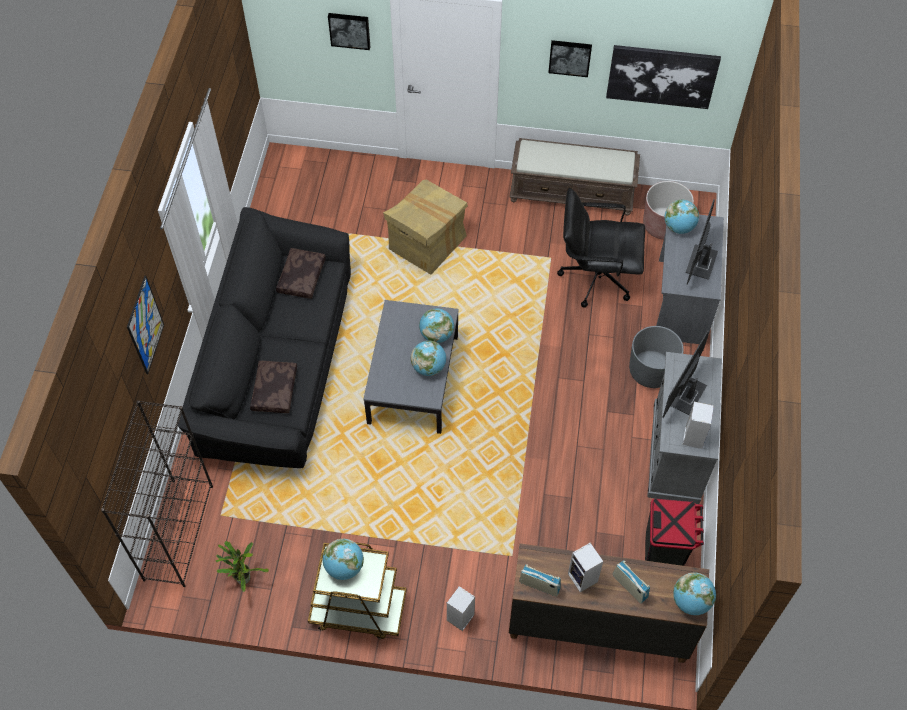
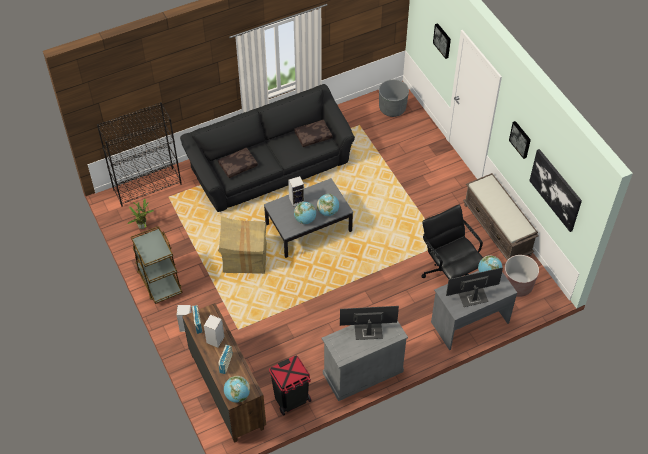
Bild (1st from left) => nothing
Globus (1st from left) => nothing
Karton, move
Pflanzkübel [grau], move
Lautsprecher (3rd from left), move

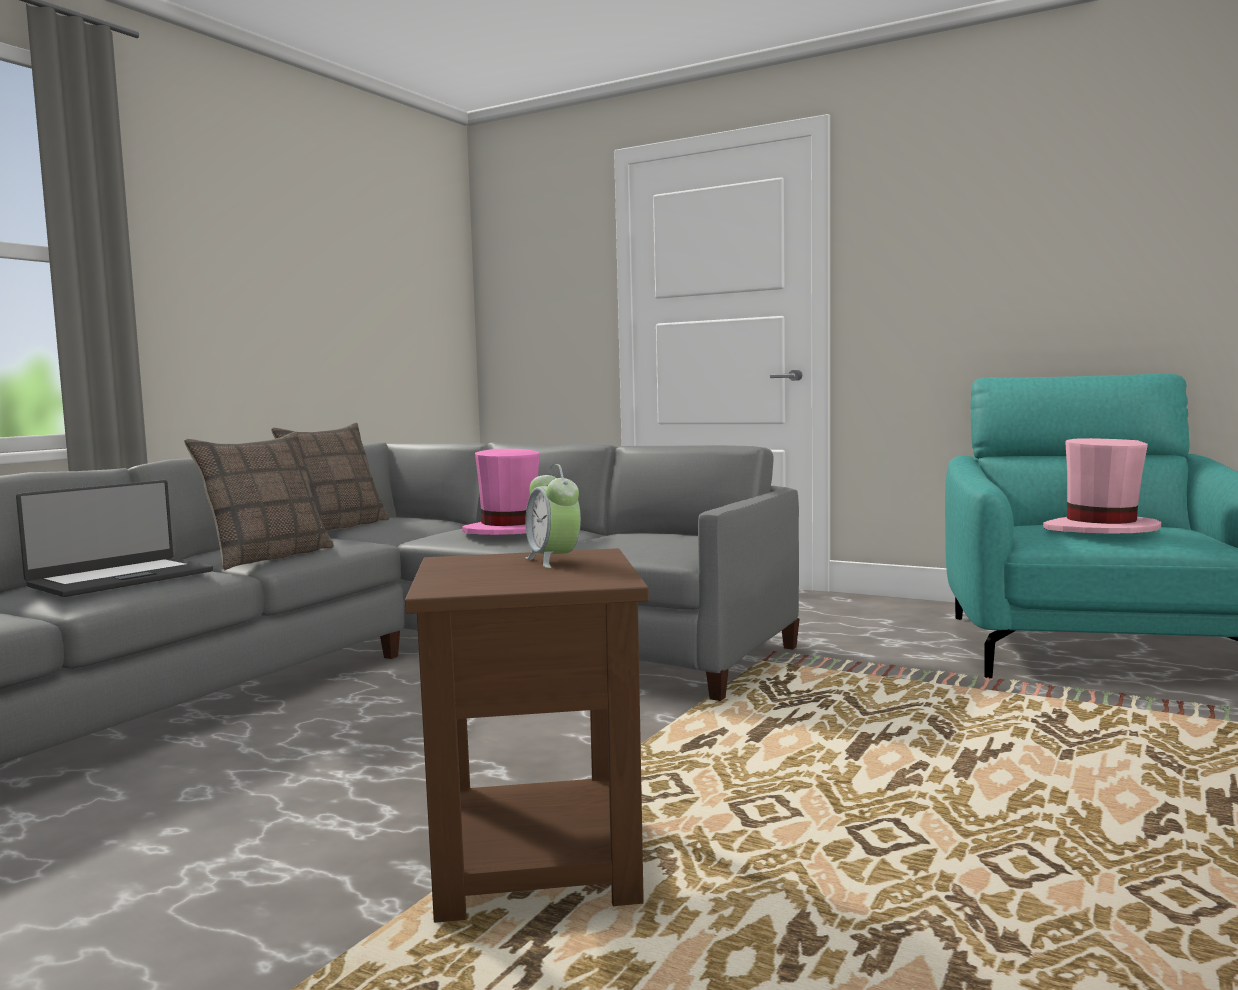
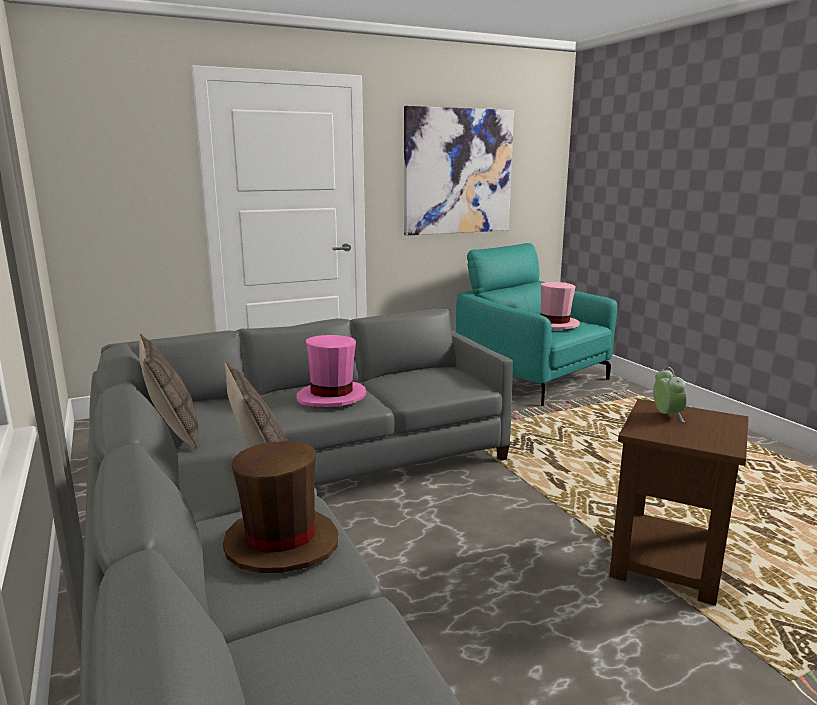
nothing => Bild
Laptop => Hut [braun]
Wecker, 105 degrees counterclockwise

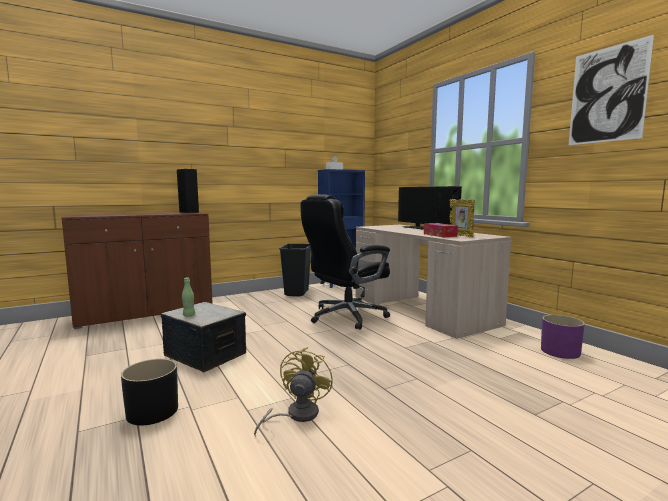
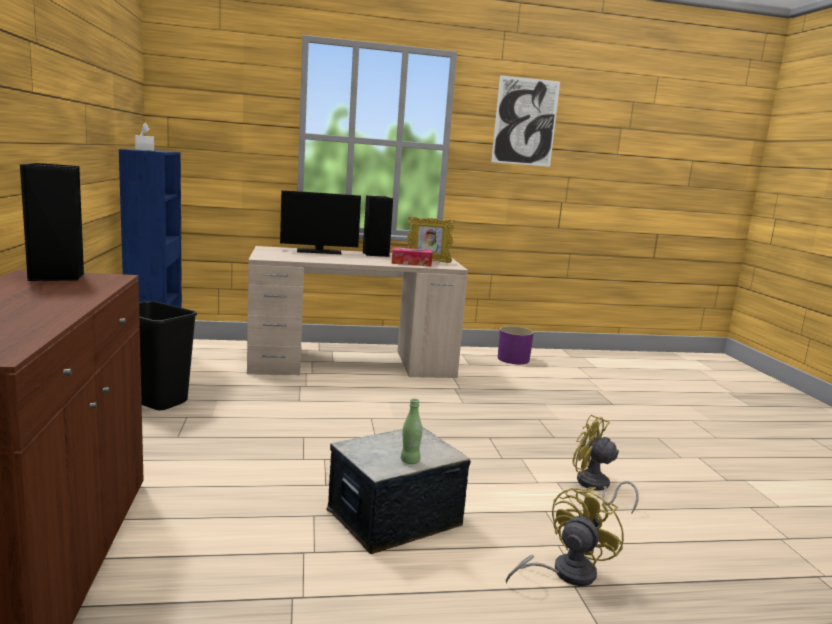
Bürostuhl [schwarz] => nothing
Pflanzkübel [schwarz] => Ventilator [gelb] (1st from left)

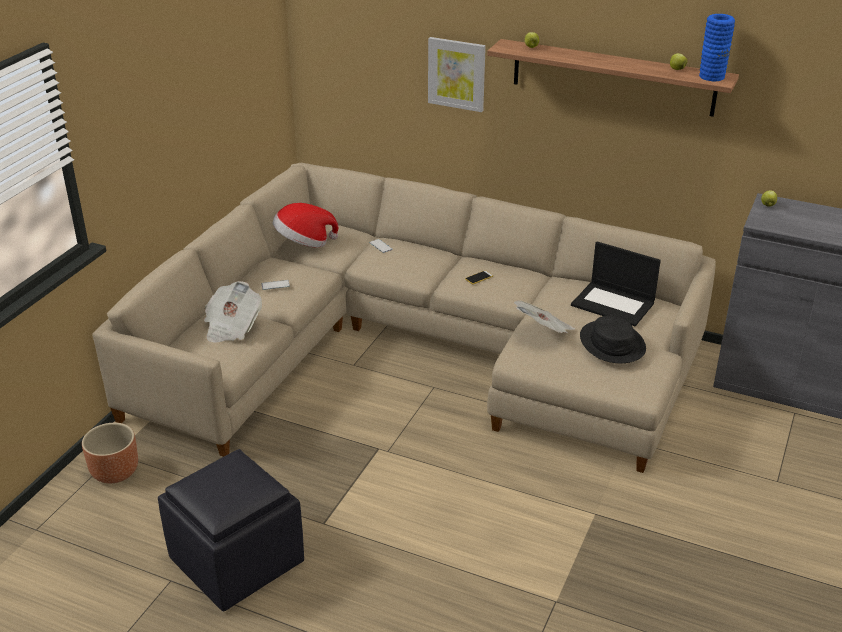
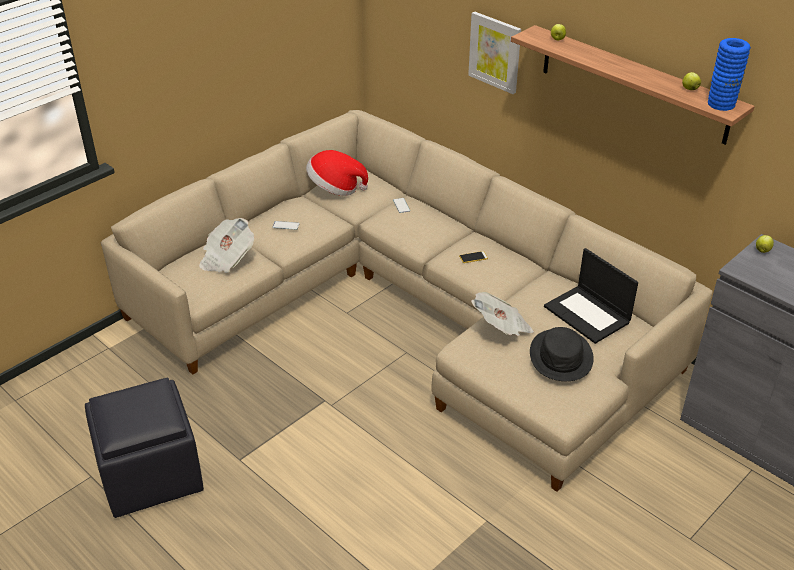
Pflanzkübel [braun] => nothing

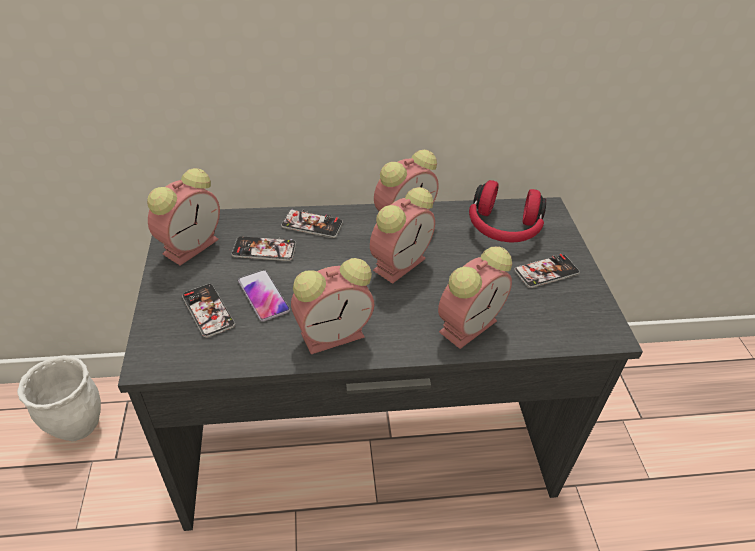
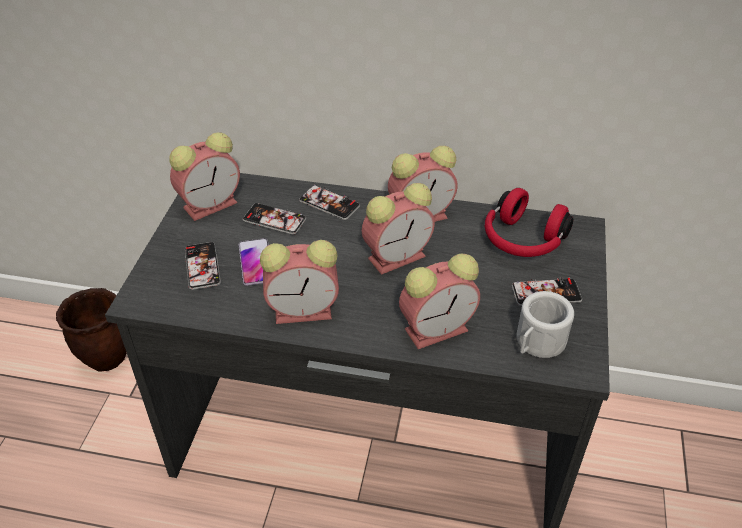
nothing => Henkelbecher [weiß]
Pflanzkübel [weiß] => Pflanzkübel [braun]

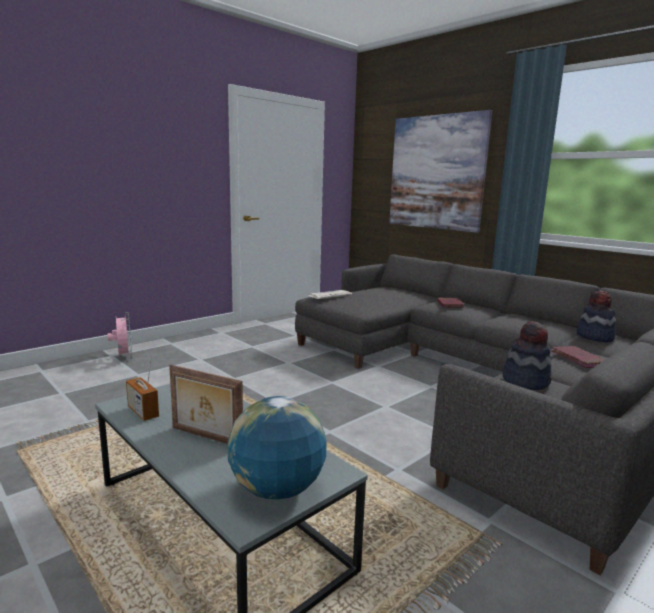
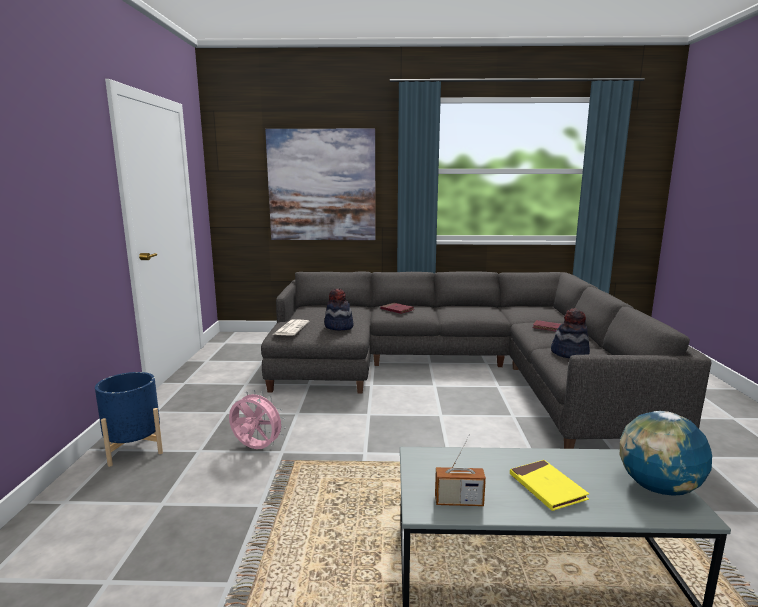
nothing => Pflanzkübel [blau]
Ventilator [rosa], move
Hut (2nd from left in the first image) => Hut (1st from left), move
Bilderrahmen => Buch [gelb]

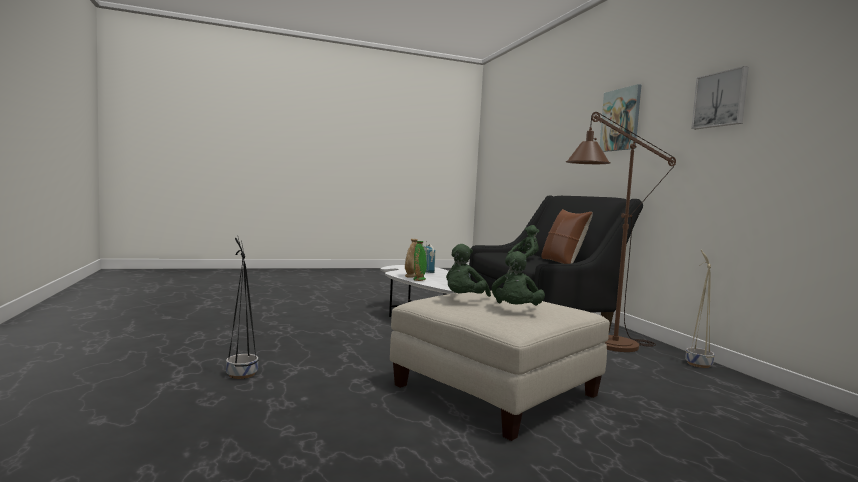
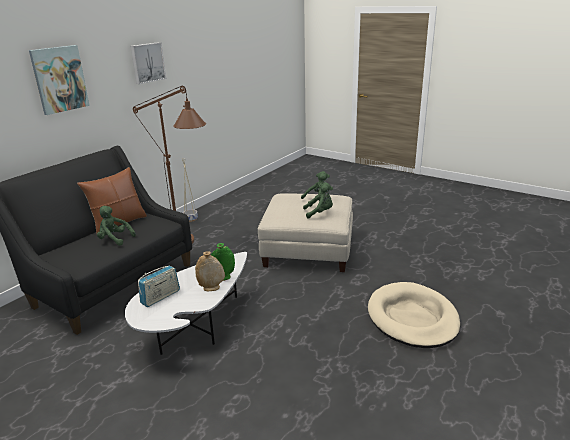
Pflanzkübel [schwarz] => Hundebett [beige]

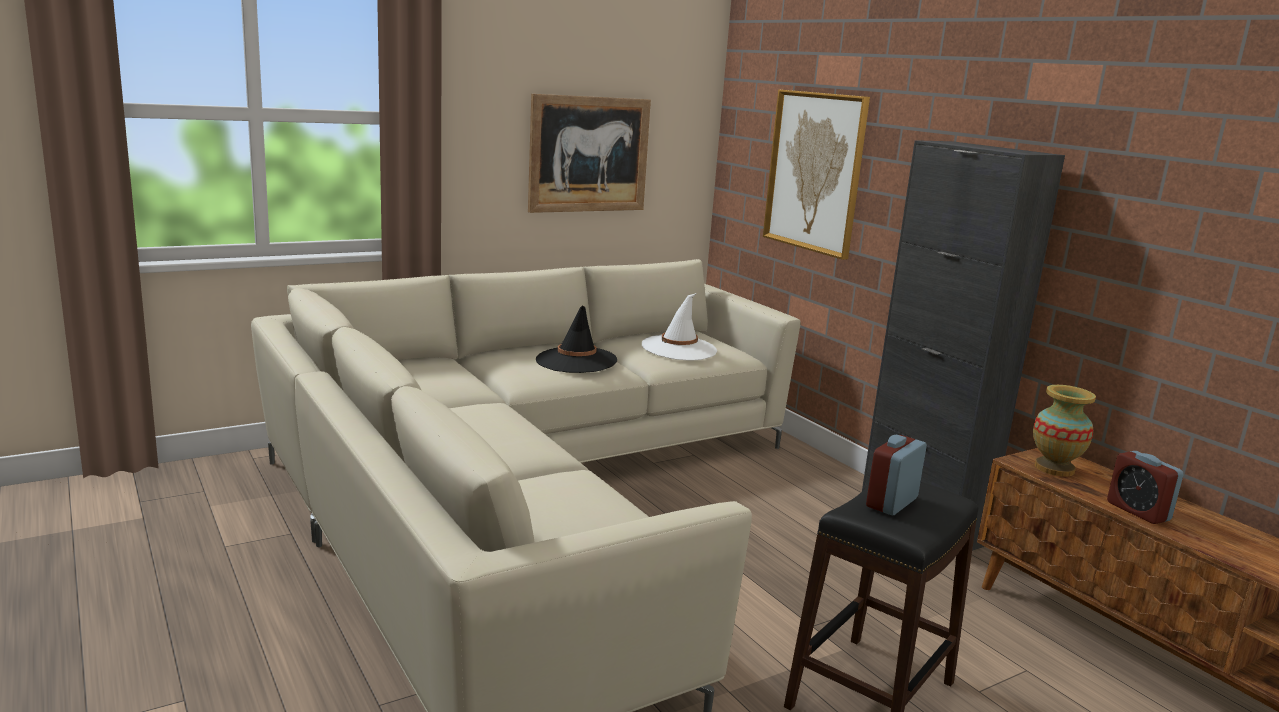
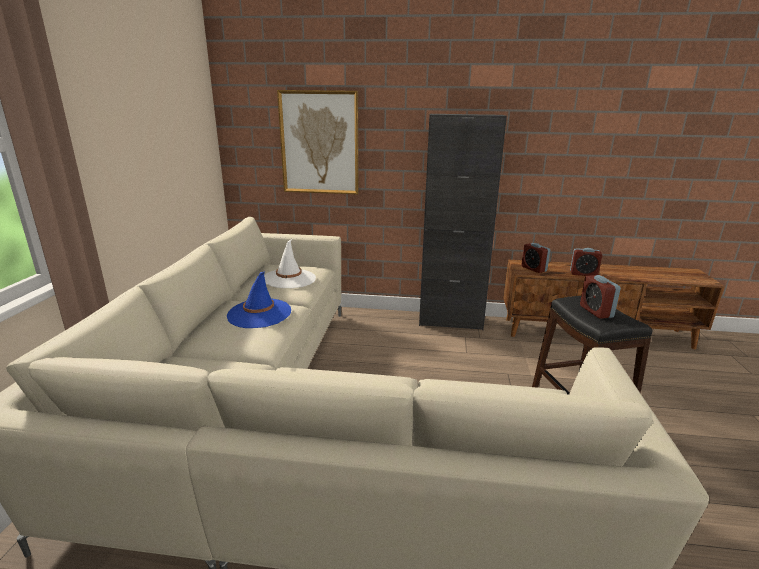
Bild (1st from left) => nothing
Vase => Wecker (1st from left)
Hut [schwarz] => Hut [blau]

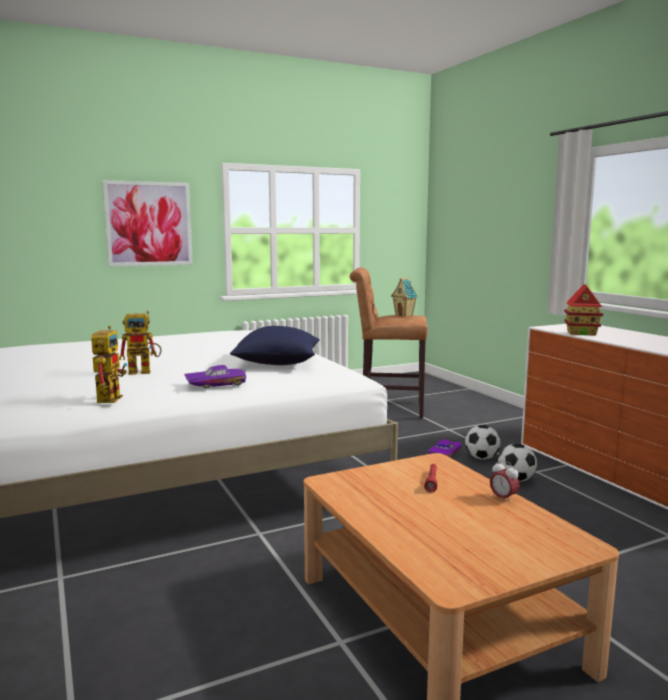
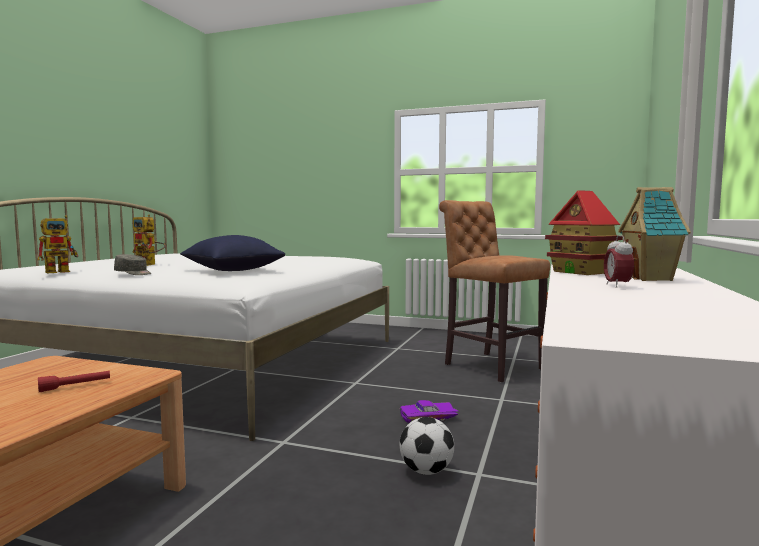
Bild => nothing
Fußball (1st from left) => nothing
Spielzeughaus (1st from left in the first image) => Spielzeughaus (2nd from left), move
Wecker, move
Spielzeugauto [lila] (1st from left) => Kappe [grau]

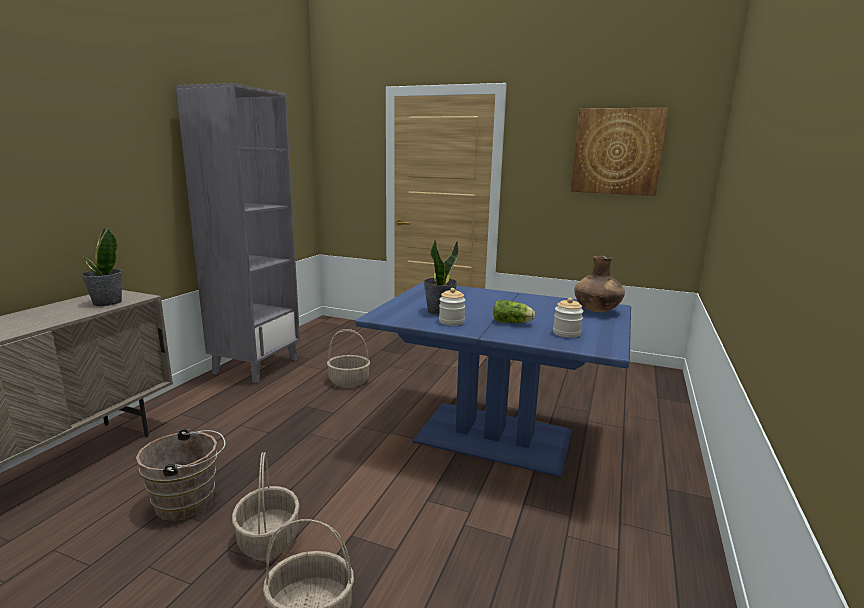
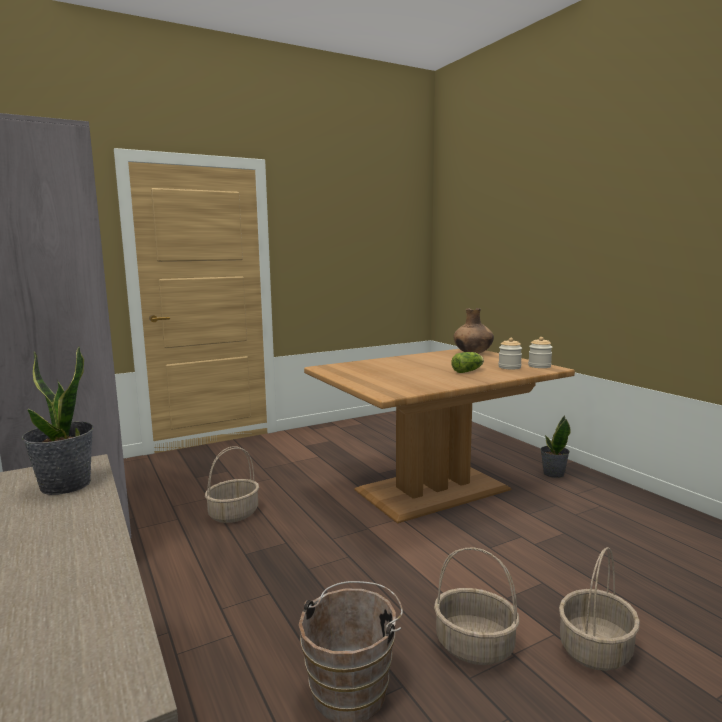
Bild => nothing
Topfpflanze (2nd from left), move
Vorratsglas (1st from left in the first image) => Vorratsglas (2nd from left), move
Esstisch [blau] => Esstisch [braun]

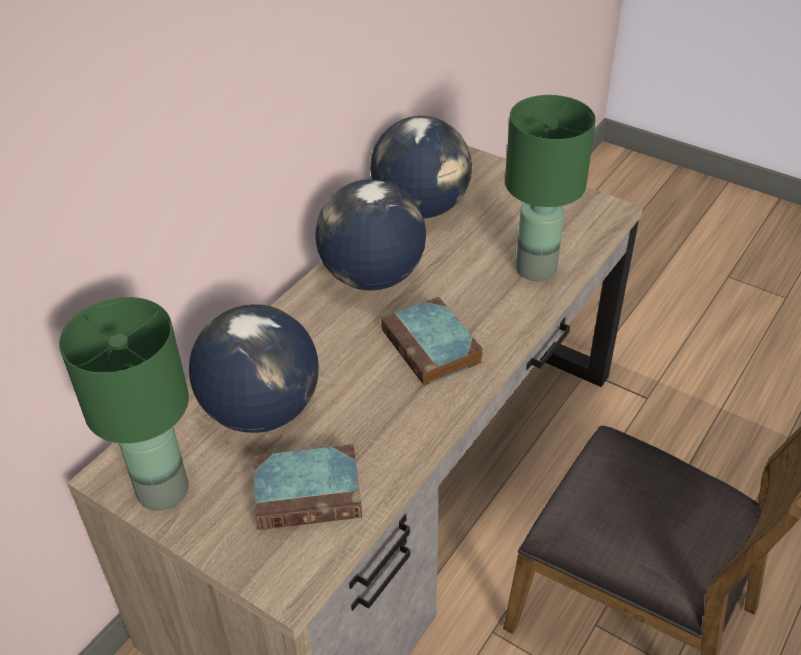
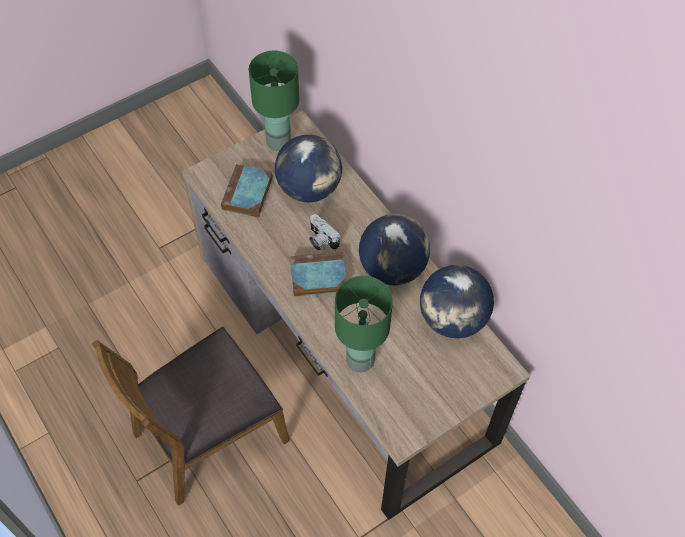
nothing => Kamera

